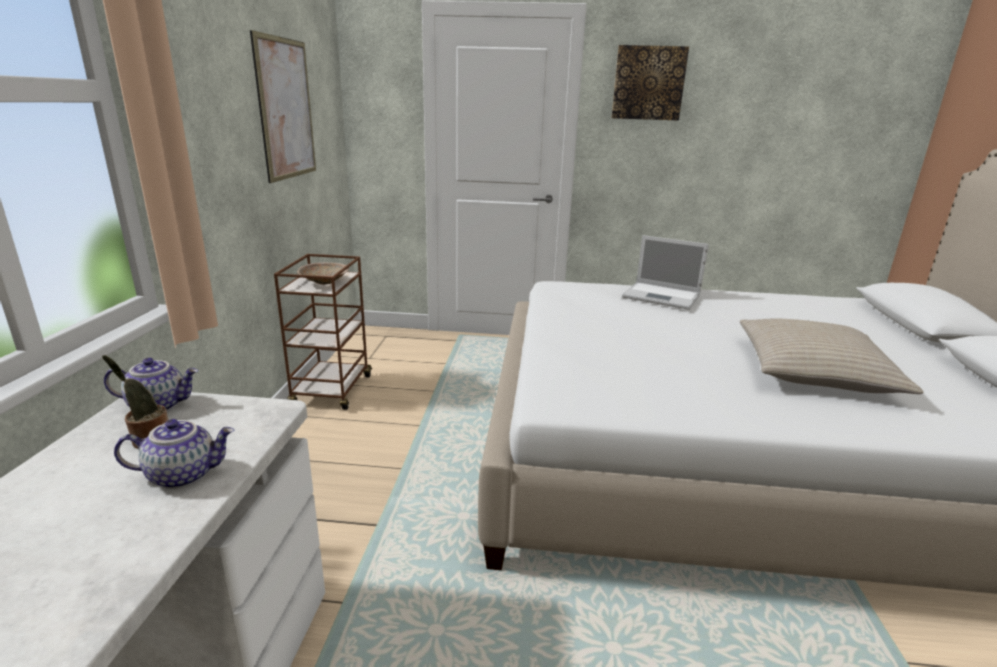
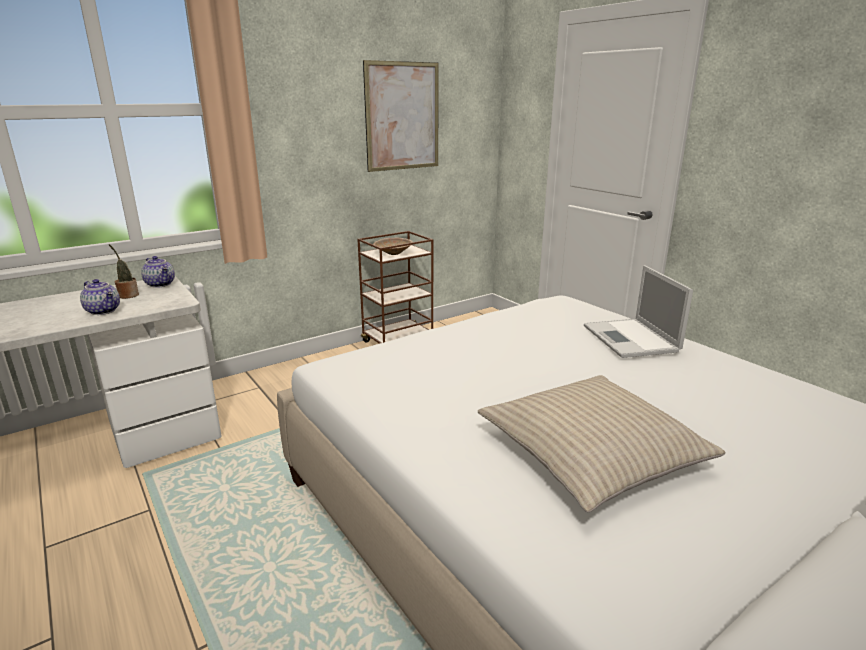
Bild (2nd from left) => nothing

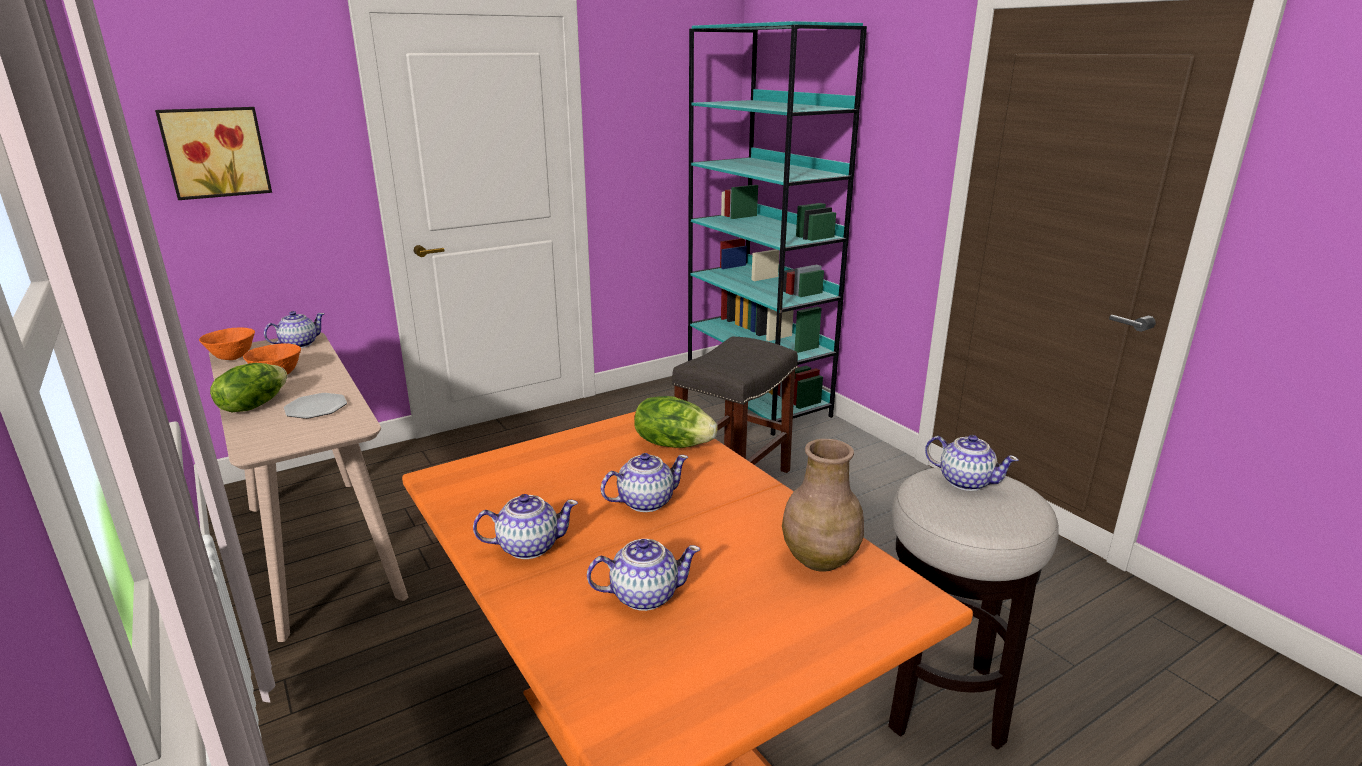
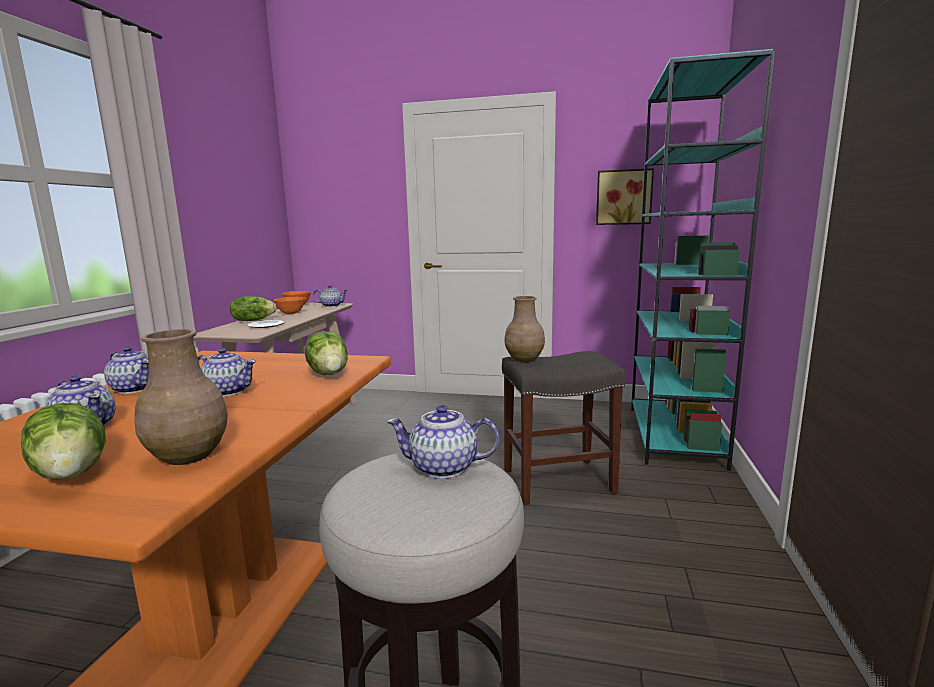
nothing => Salatkopf (1st from left)
nothing => Vase [braun] (2nd from left)
Bild, move
Teekanne (5th from left), 105 degrees clockwise

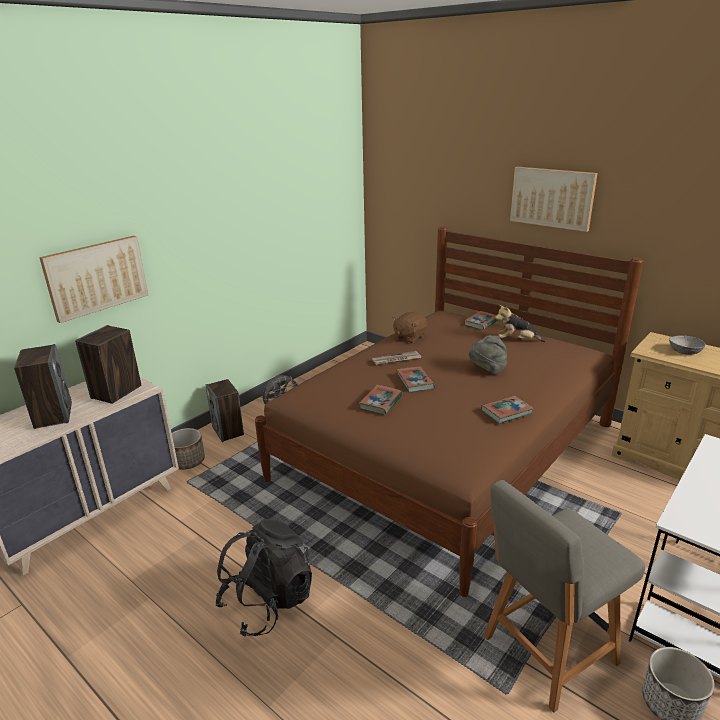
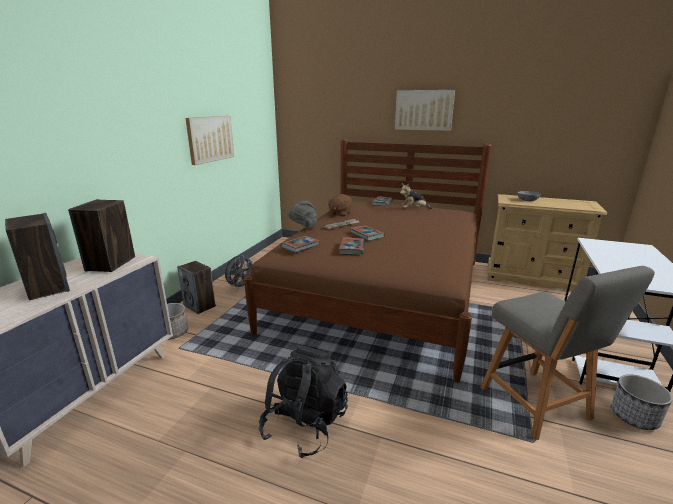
Bild (1st from left), move
Hut [grau], move
Buch (4th from left in the first image) => Buch (1st from left), move
Stuhl [grau], 60 degrees counterclockwise

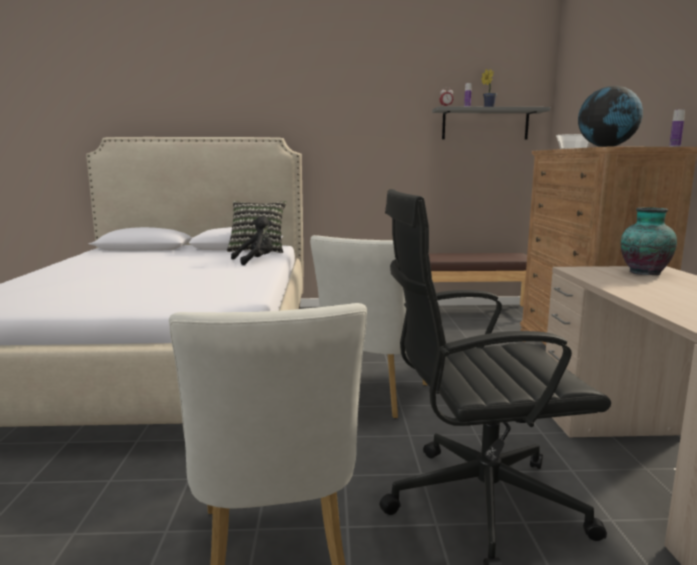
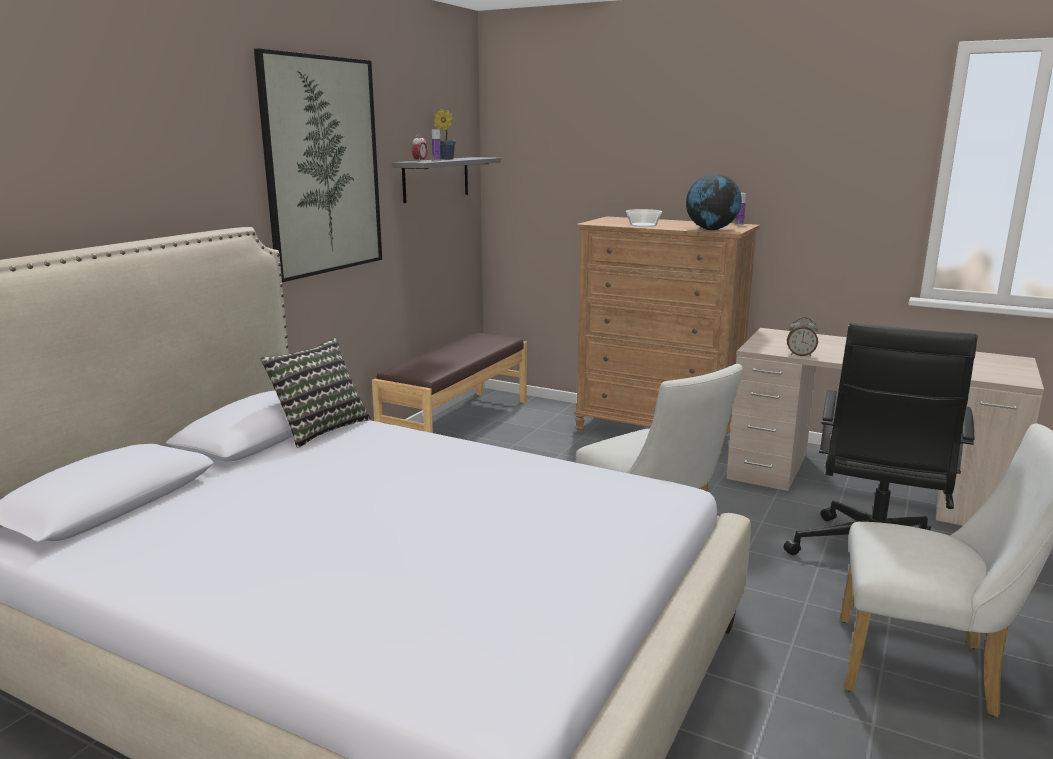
Plüschtier [schwarz] => nothing
Vase => nothing
nothing => Bild
nothing => Wecker (2nd from left)

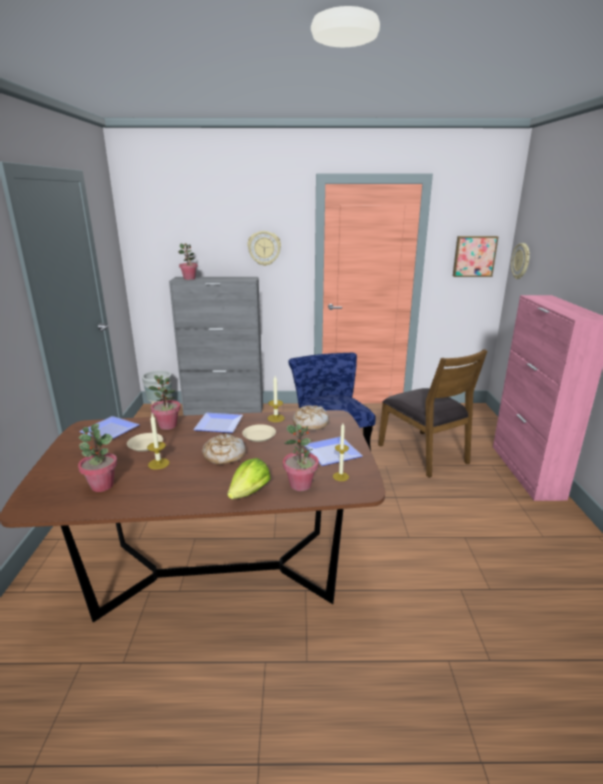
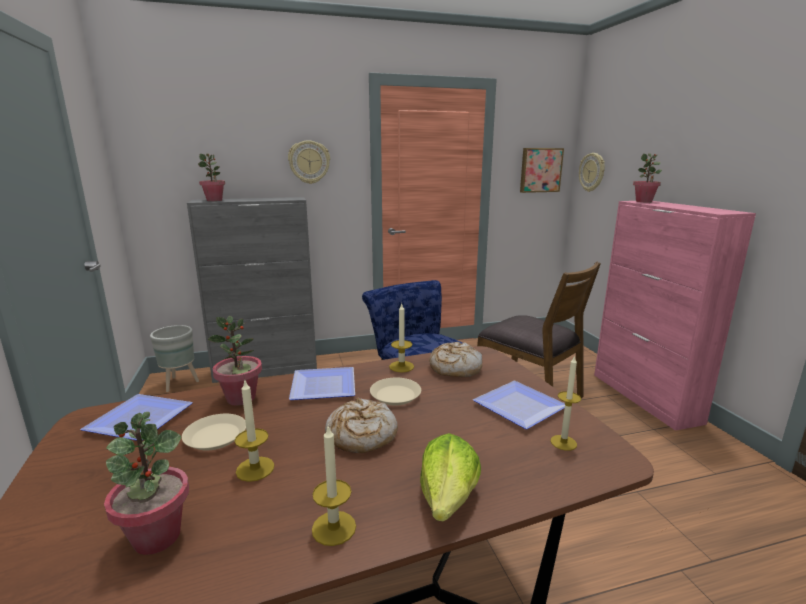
nothing => Kerze (2nd from left)
Topfpflanze (4th from left), move

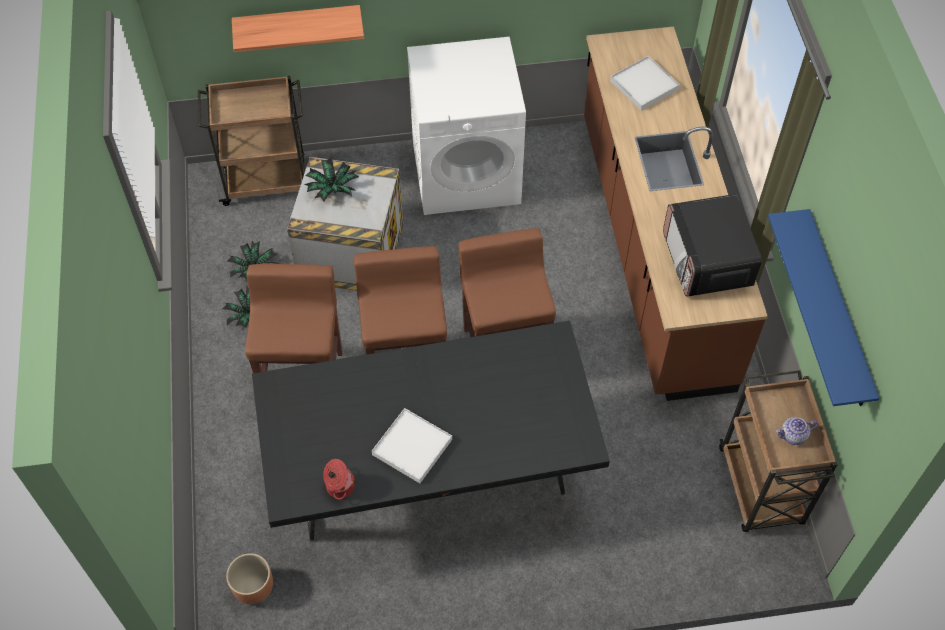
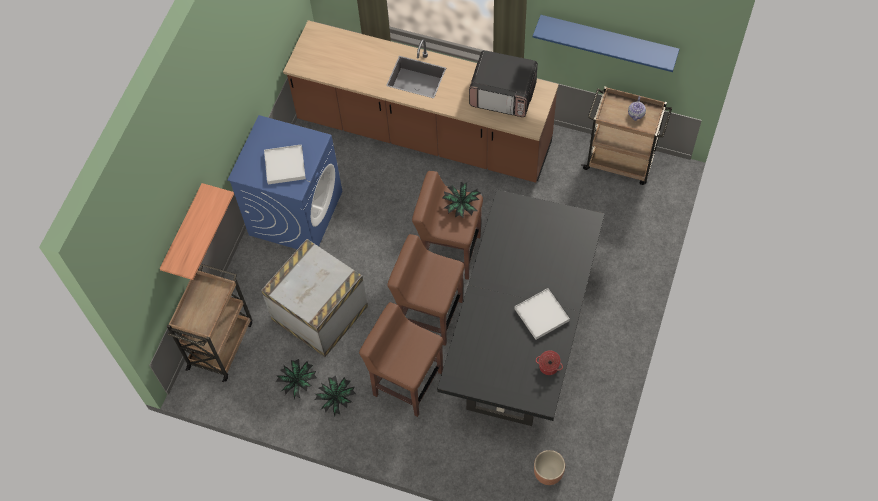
Topfpflanze (3rd from left), move
Tablett [weiß] (2nd from left in the first image) => Tablett [weiß] (1st from left), move
Waschmaschine [weiß] => Waschmaschine [blau]

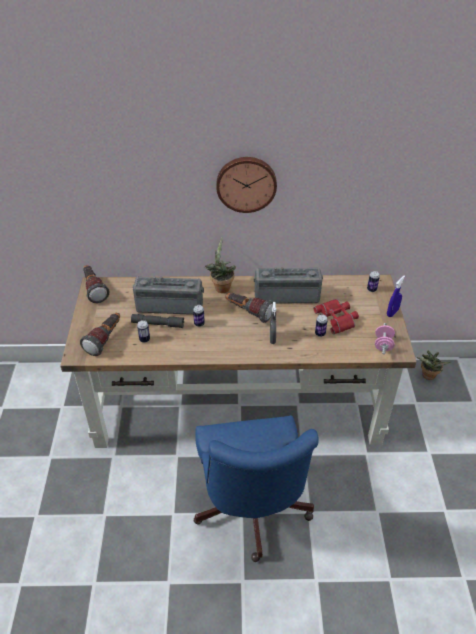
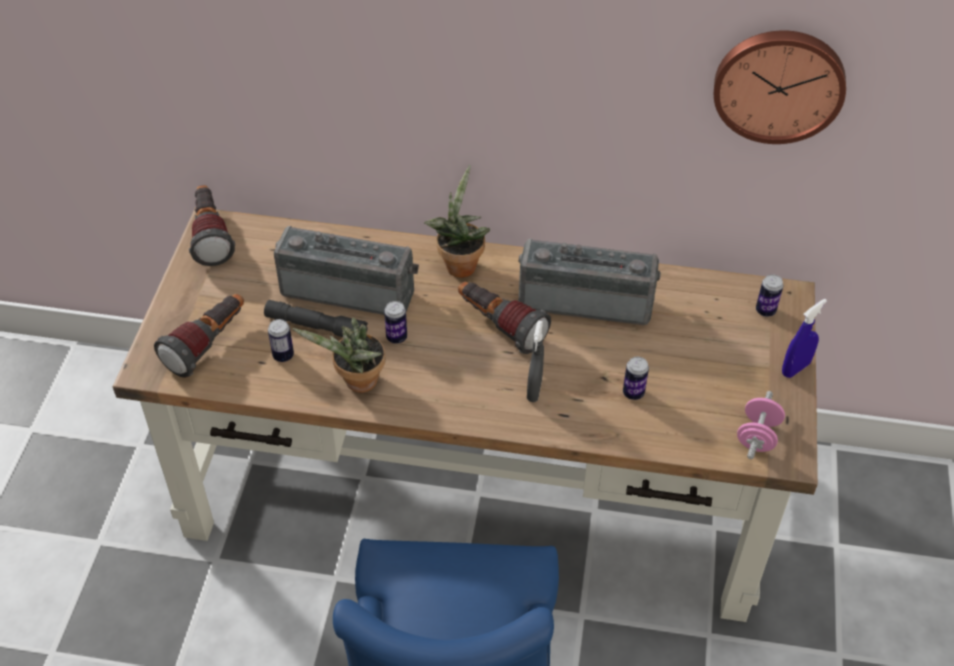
Fernglas [rot] => nothing
Wanduhr, move
Topfpflanze (2nd from left in the first image) => Topfpflanze (1st from left), move

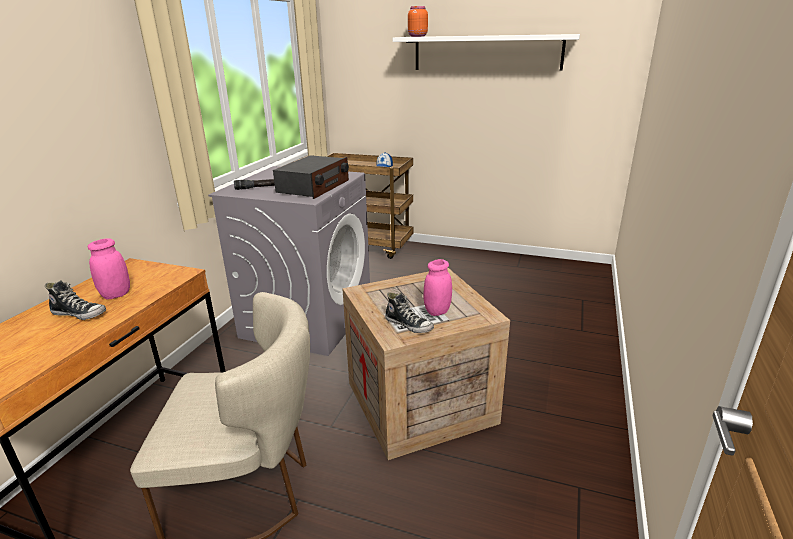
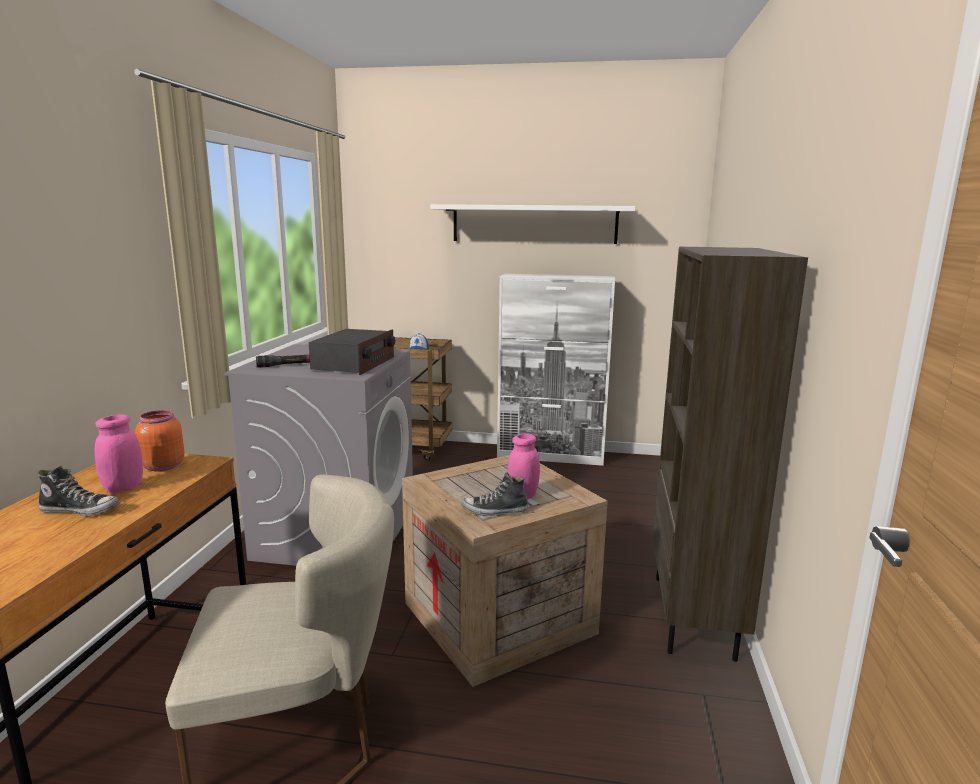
nothing => Schrank [weiß]
nothing => Bücherregal [braun]
Vorratsglas [orange], move
Schuh (2nd from left), 150 degrees clockwise

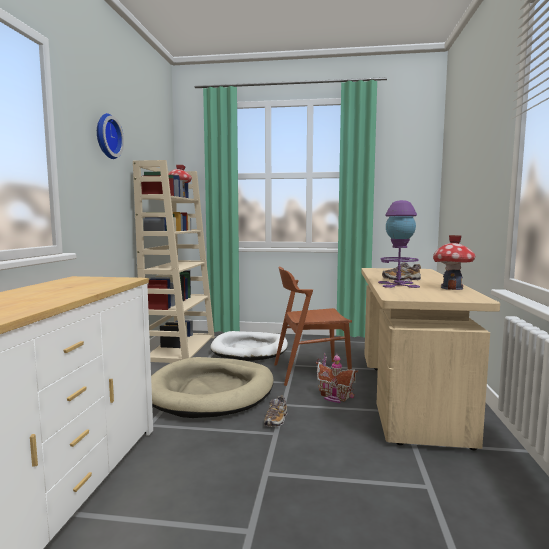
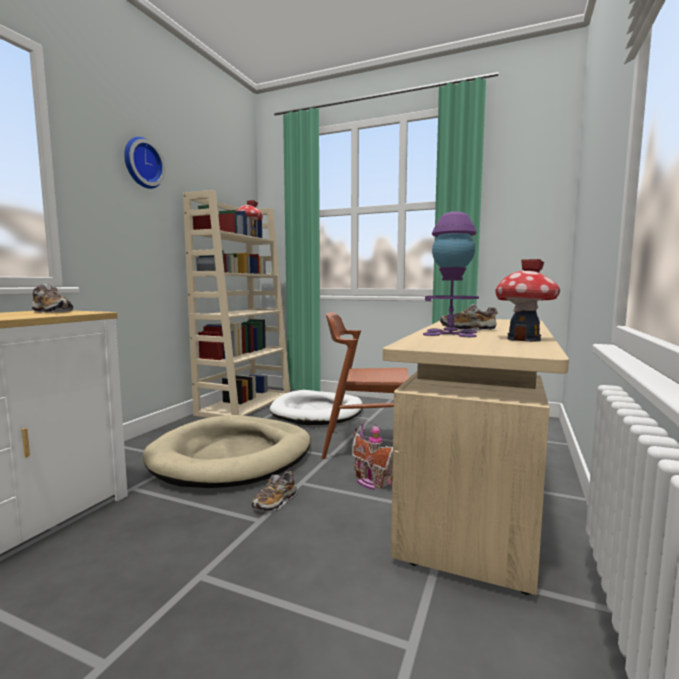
nothing => Schuh (1st from left)

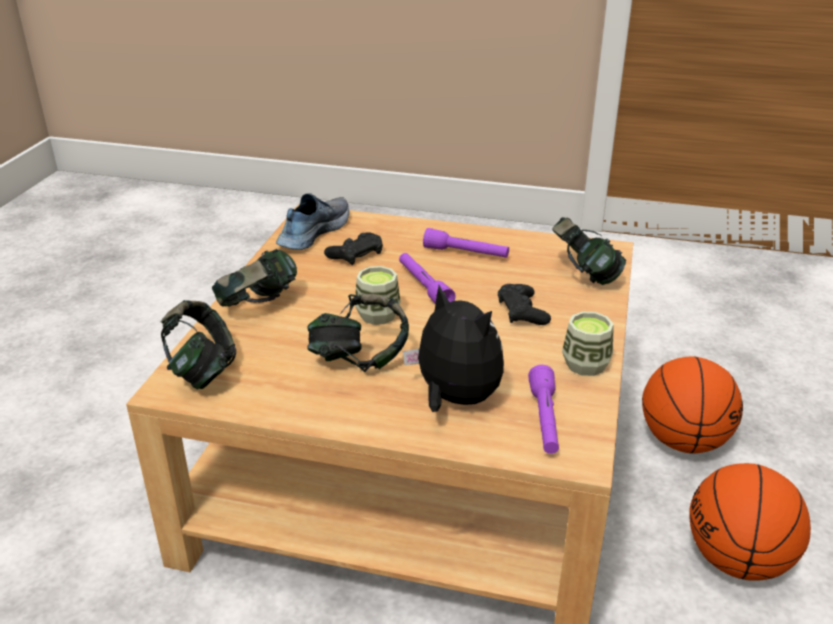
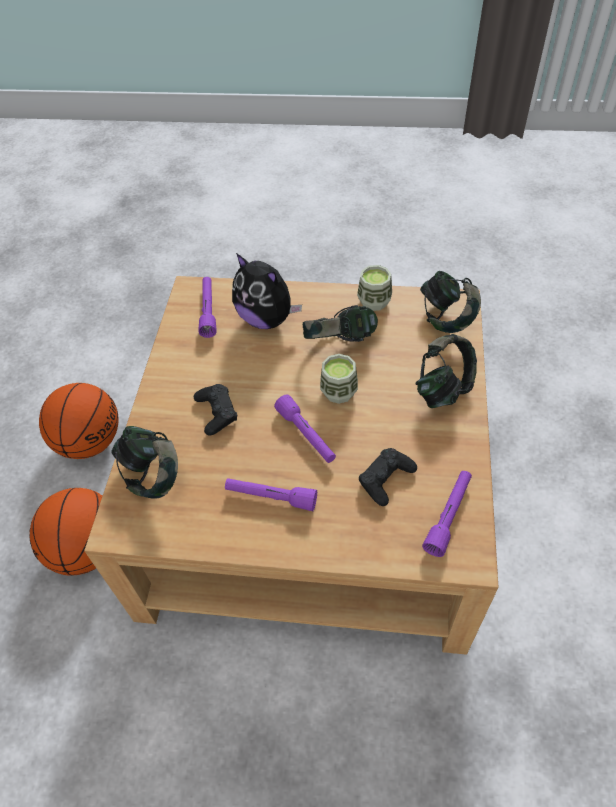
Tasse (2nd from left), move
Schuh => Taschenlampe [lila] (4th from left)

